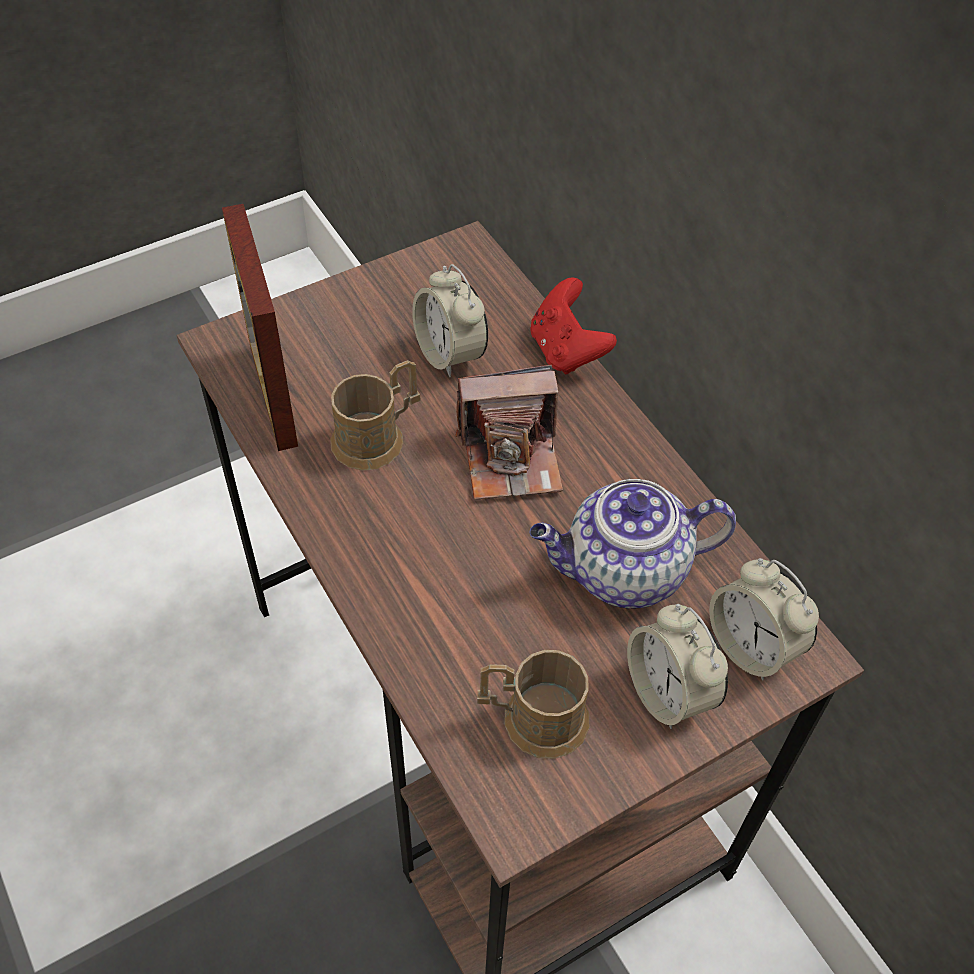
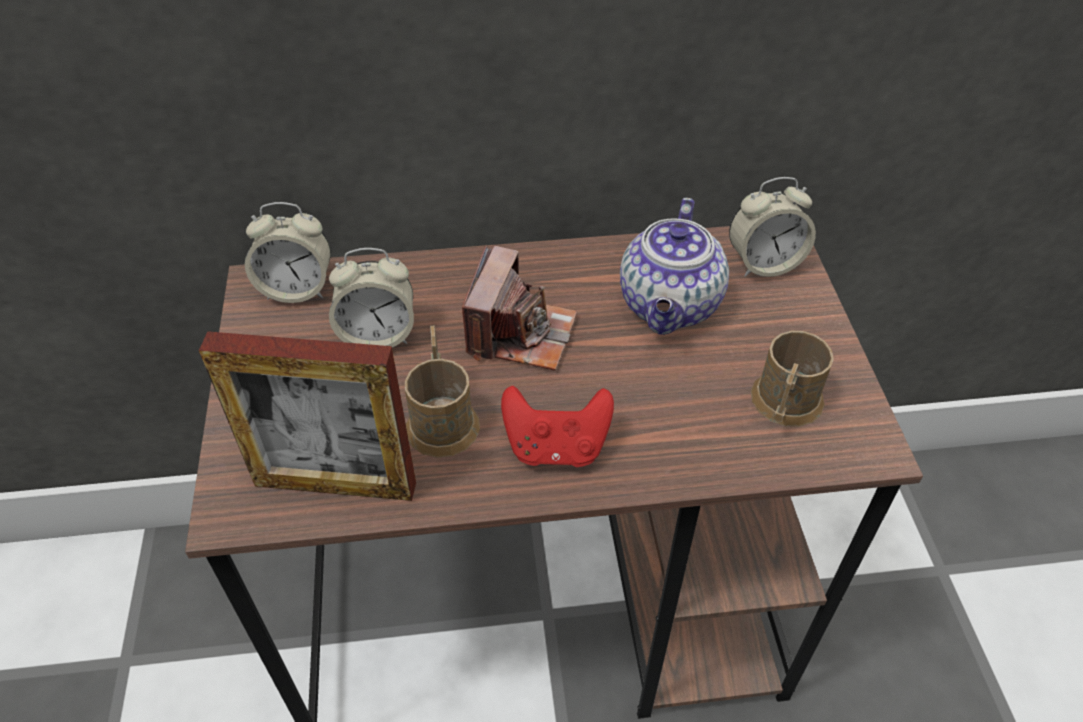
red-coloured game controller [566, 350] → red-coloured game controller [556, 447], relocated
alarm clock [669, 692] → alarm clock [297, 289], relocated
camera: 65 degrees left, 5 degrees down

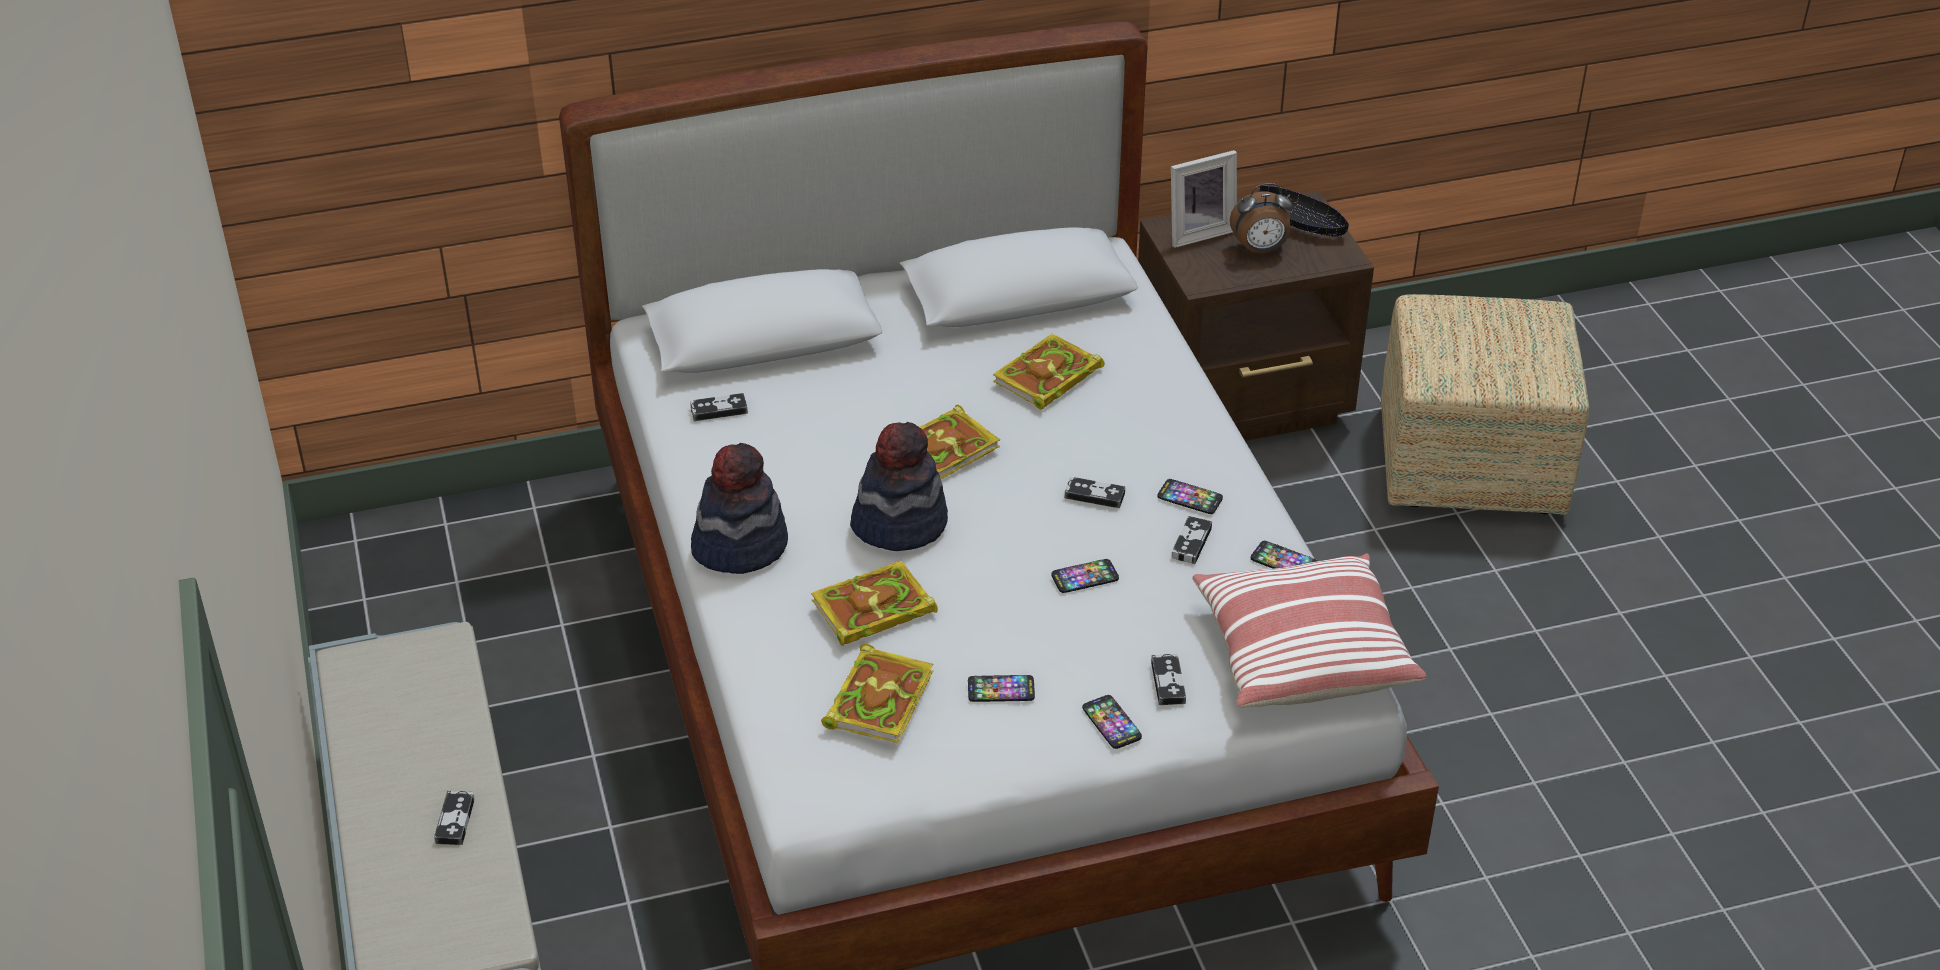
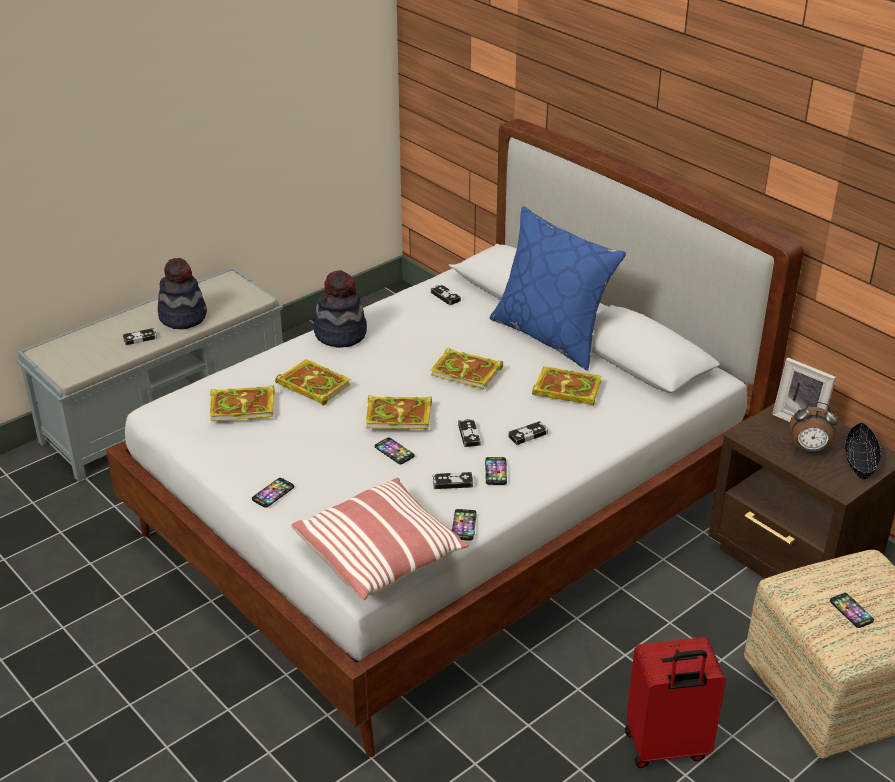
alarm clock [1260, 250] → alarm clock [809, 450], 45 degrees counterclockwise
wearable hat [899, 523] → wearable hat [183, 317], relocated
game controller [1168, 682] → game controller [528, 435], relocated
phone [1001, 690] → phone [851, 611], relocated
- → blue pillow [551, 336]
- → bound book [400, 415]
- → red-coloured piece of luggage [666, 747]
camera: 65 degrees right, 5 degrees down

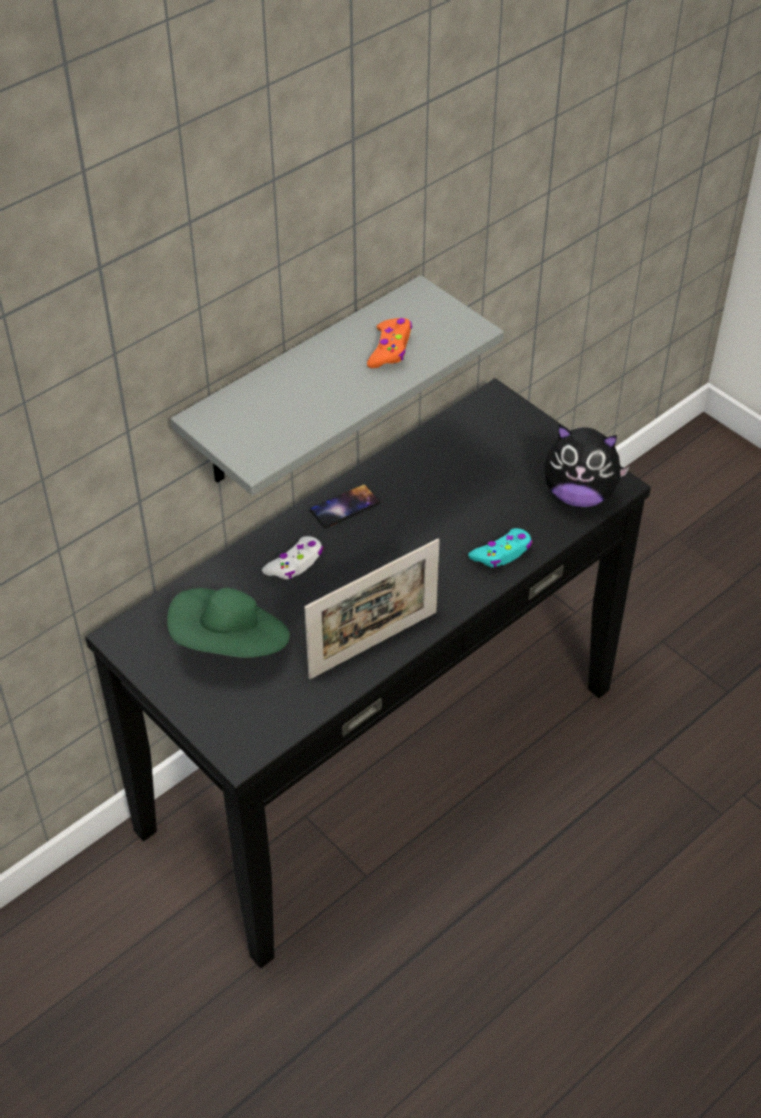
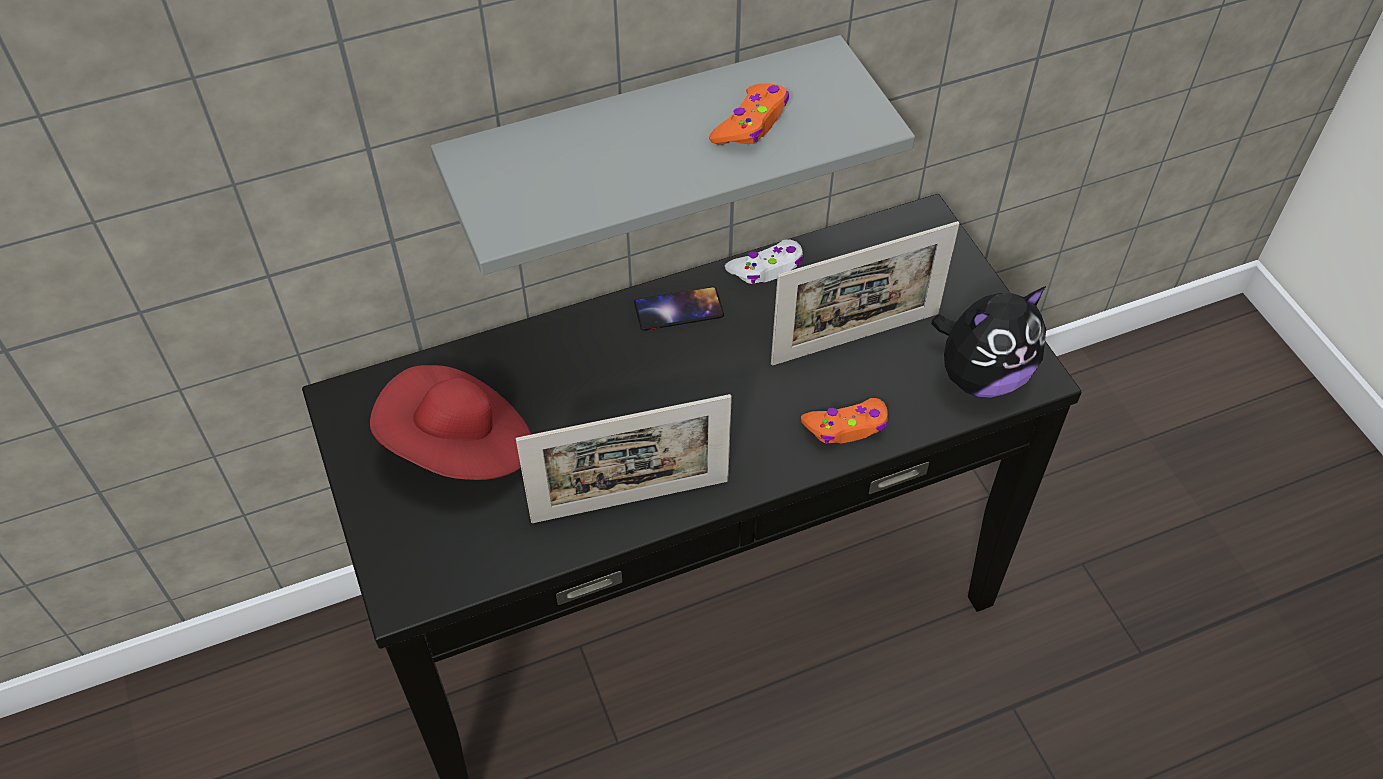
soft toy [579, 494] → soft toy [981, 376], 60 degrees counterclockwise
blue-green game controller [502, 553] → orange-coloured game controller [846, 427]
white game controller [295, 563] → white game controller [767, 268], relocated
green-coloured wearable hat [231, 645] → red-coloured wearable hat [461, 448]
- → picture frame [855, 338]
camera: 20 degrees right, 5 degrees up

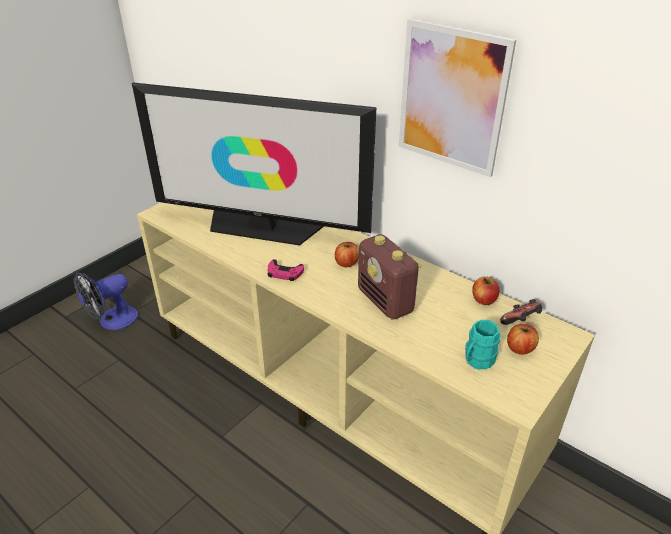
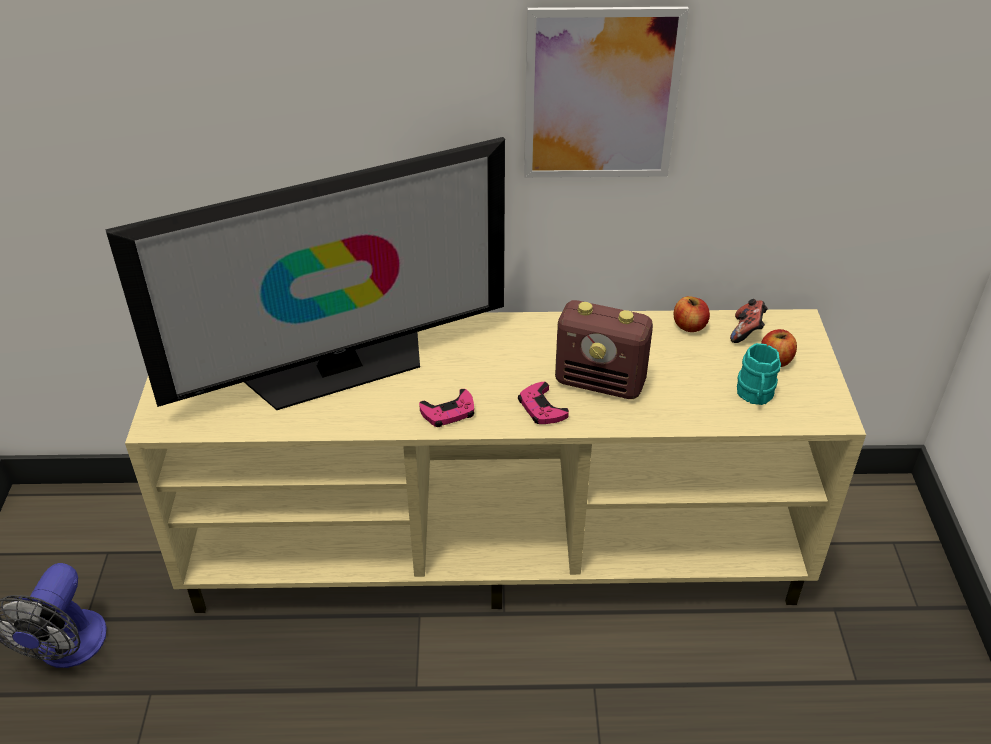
whole apple [346, 263] → -
- → pinkish game controller [541, 408]
camera: 40 degrees left, 5 degrees up

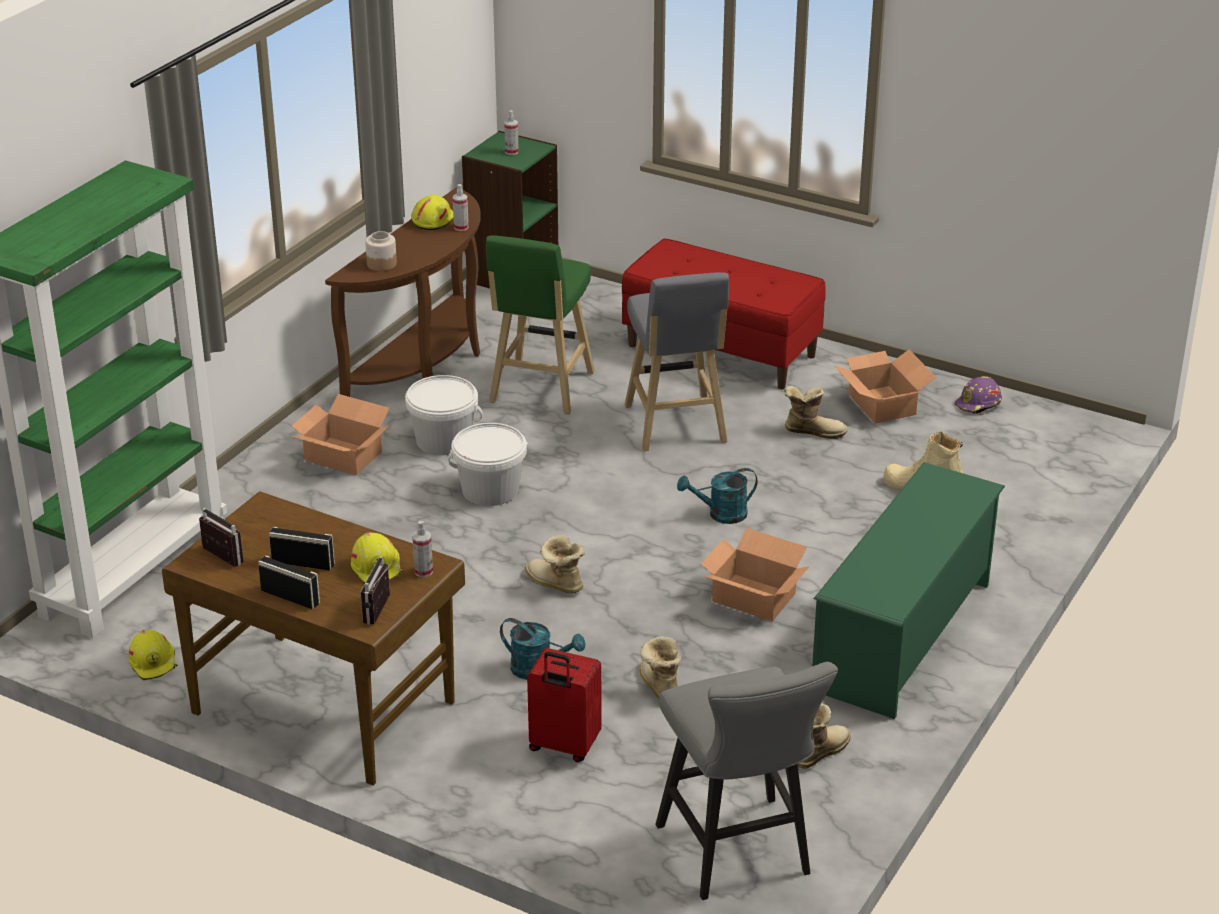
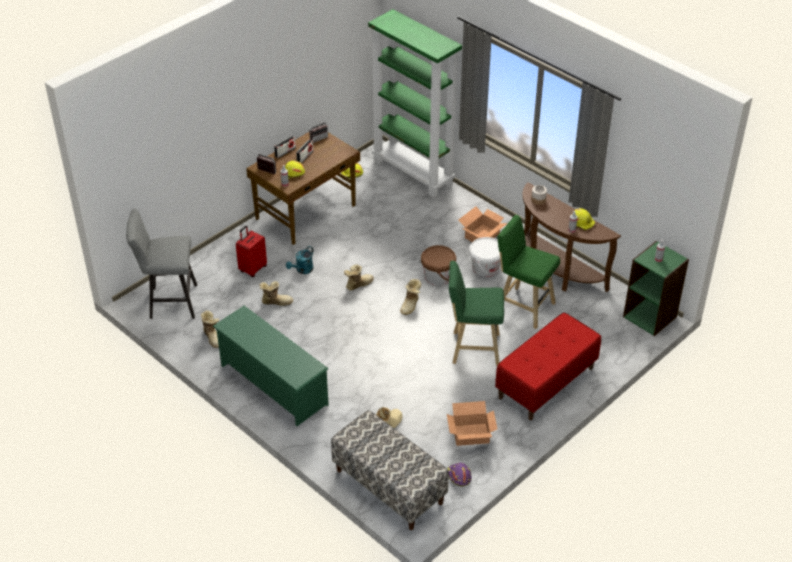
grey stool [676, 427] → green-coloured stool [473, 348]
tall boot [813, 431] → tall boot [411, 305], relocated
white water bucket [490, 490] → brown water bucket [438, 276]
blue-green watering can [720, 515] → -
carton [754, 598] → -
- → long seat [388, 487]
camera: 105 degrees right, 10 degrees up

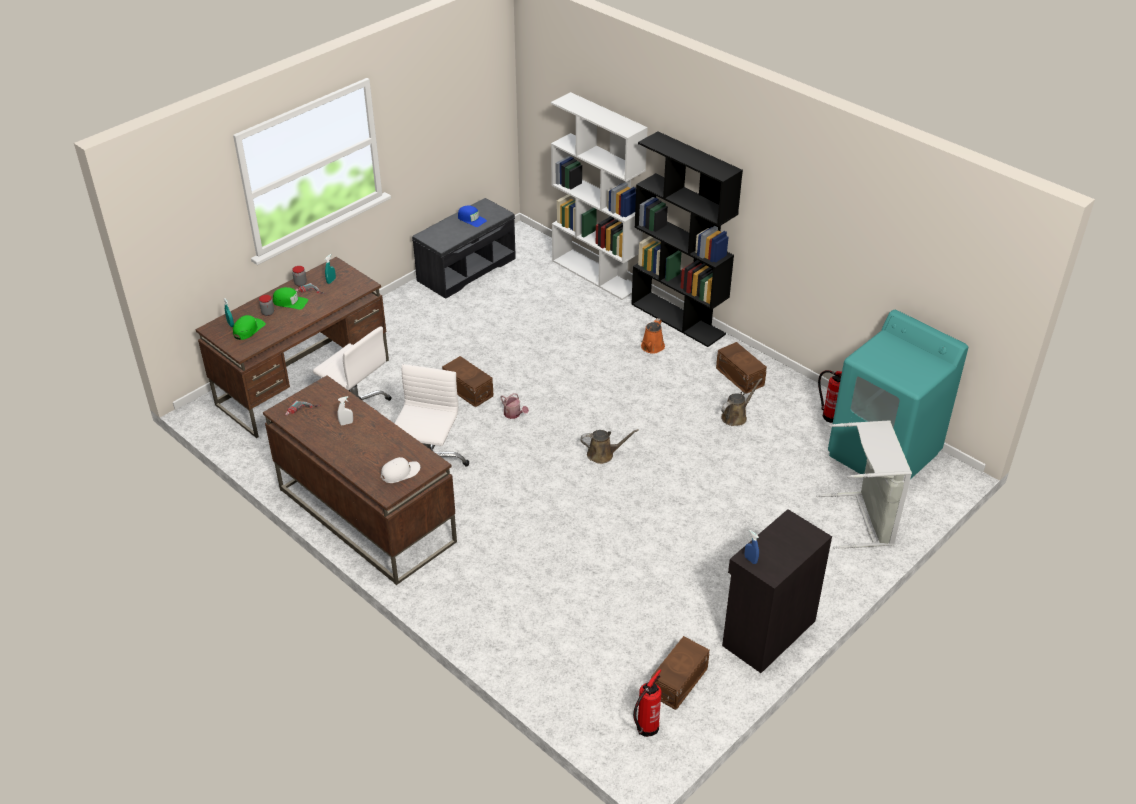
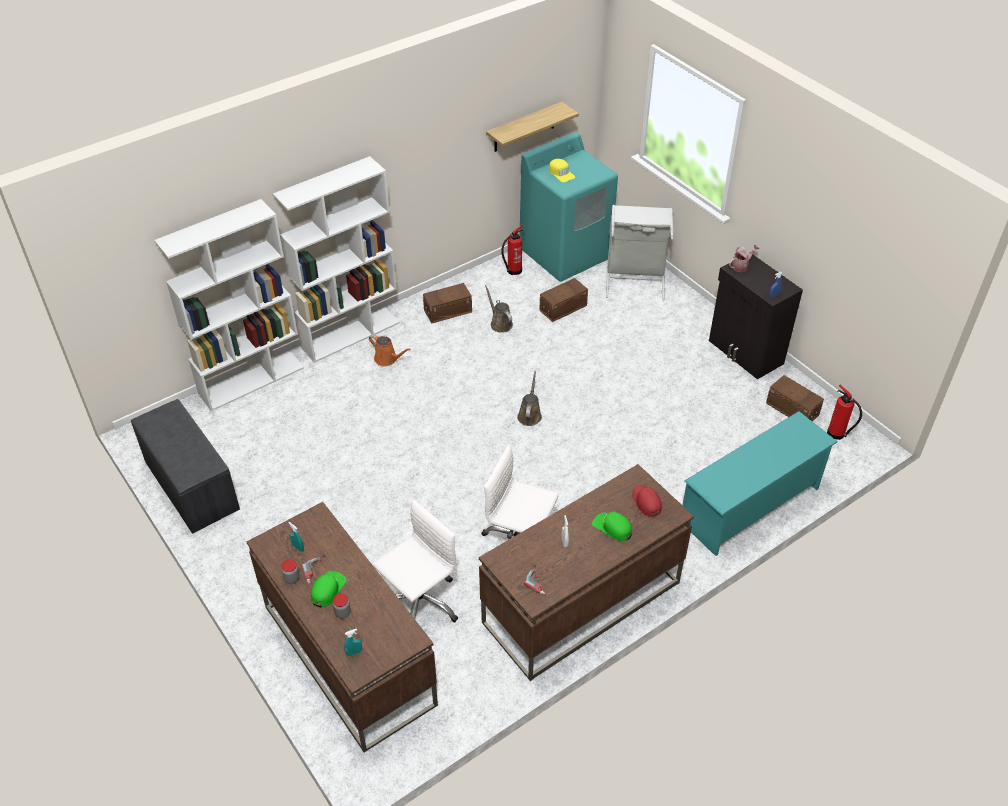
black bookshelf [678, 319] → white bookshelf [350, 334]
blue peaked cap [471, 219] → -
green-coloured peaked cap [248, 329] → green-coloured peaked cap [612, 527], relocated
brown storage container [468, 391] → brown storage container [564, 308], relocated
watering can [514, 414] → watering can [741, 265], relocated
white peaked cap [400, 473] → red-coloured peaked cap [646, 502]
- → wall shelf [524, 127]
- → yellow-coloured peaked cap [561, 173]
- → blue-green shoe rack [750, 506]
camera: 80 degrees left, 5 degrees up

